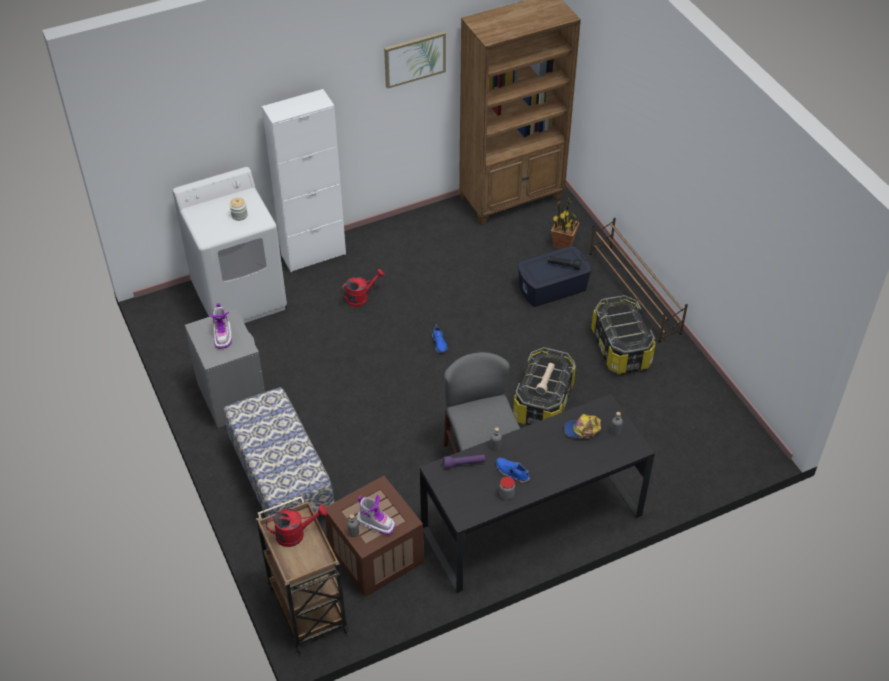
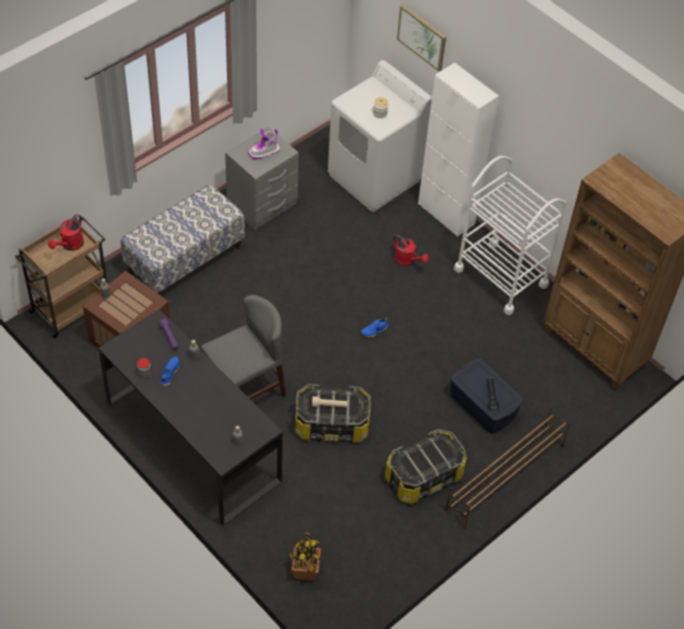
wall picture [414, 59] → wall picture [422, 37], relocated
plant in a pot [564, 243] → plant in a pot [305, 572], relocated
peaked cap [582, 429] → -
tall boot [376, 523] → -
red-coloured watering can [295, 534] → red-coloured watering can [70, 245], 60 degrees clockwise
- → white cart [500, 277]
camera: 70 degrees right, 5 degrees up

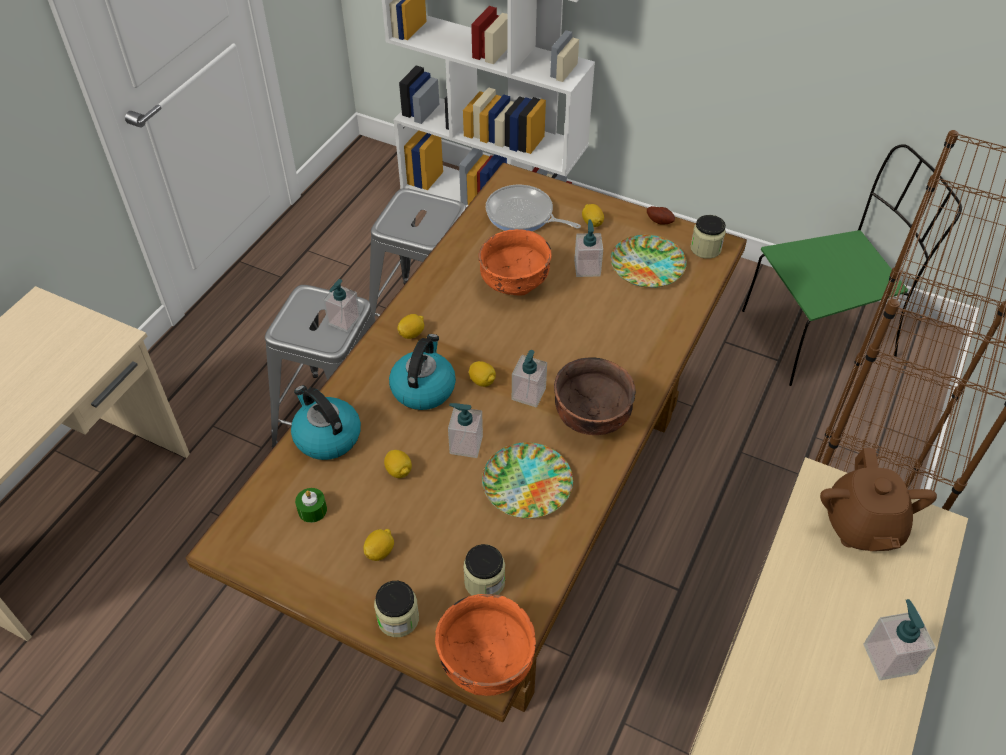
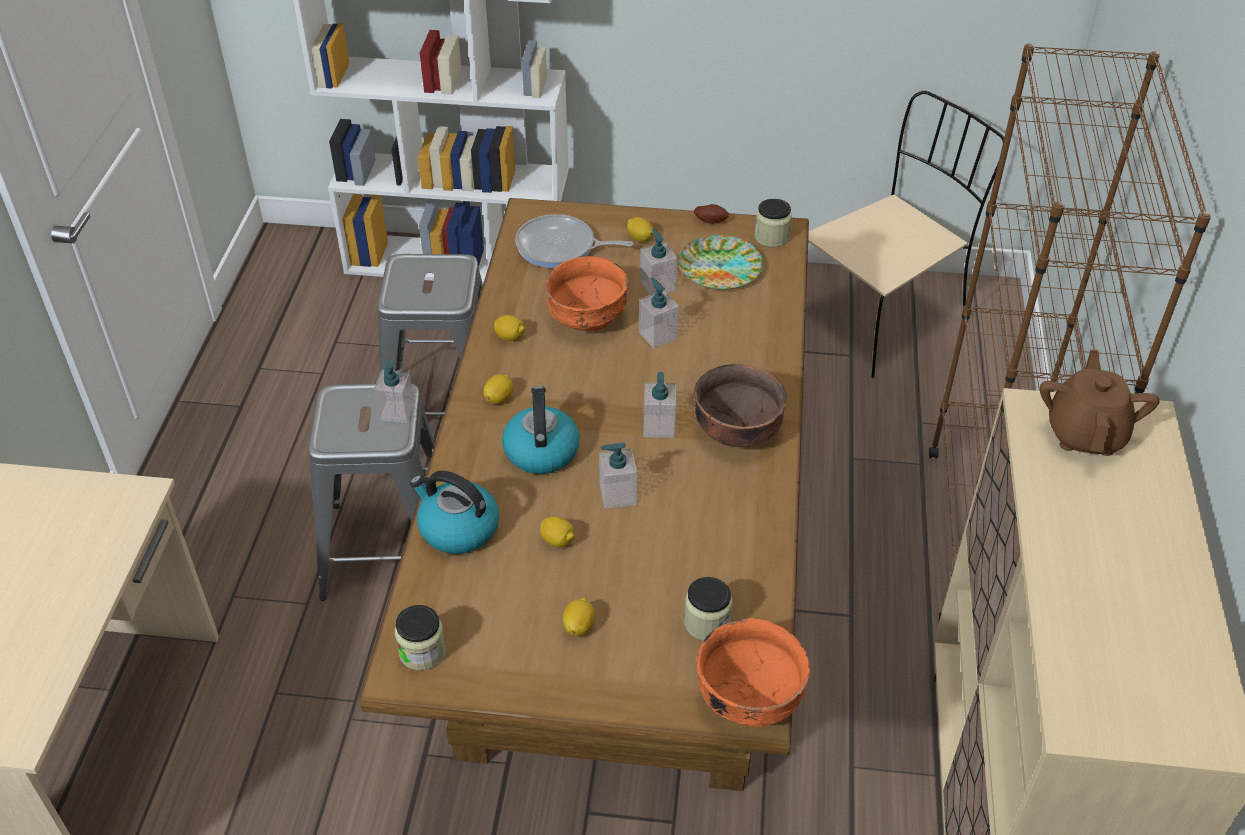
green-coloured upright chair [821, 333] → beige-coloured upright chair [881, 316]
lemon [482, 381] → lemon [510, 337], relocated
flat dish [526, 484] → -
brown pot for tea [862, 526] → brown pot for tea [1085, 434], 150 degrees counterclockwise
green-coloured wax light [312, 510] → -
preserve jar [398, 618] → preserve jar [422, 651], relocated
soap bottle [889, 658] → soap bottle [658, 335], relocated
camera: 20 degrees left, 5 degrees down

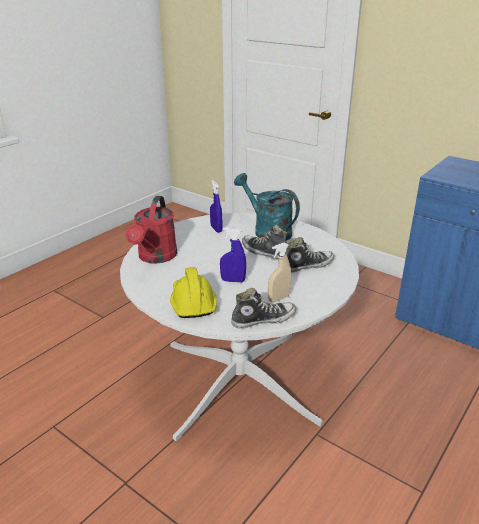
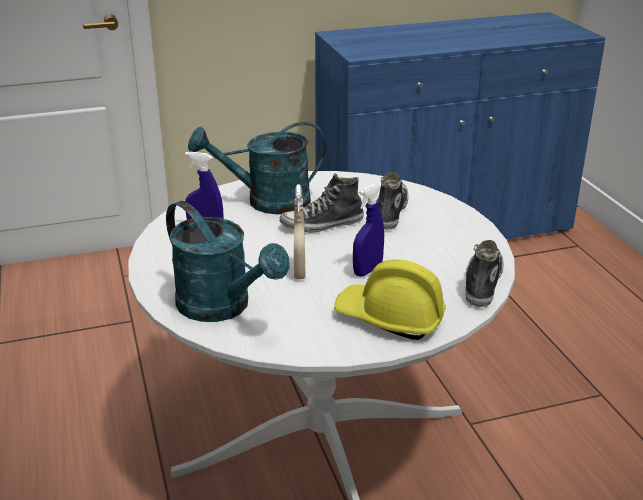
red-coloured watering can [155, 257] → blue-green watering can [223, 307]
beige-coloured sprayer [278, 298] → beige-coloured sprayer [299, 272], relocated
camera: 55 degrees left, 0 degrees up

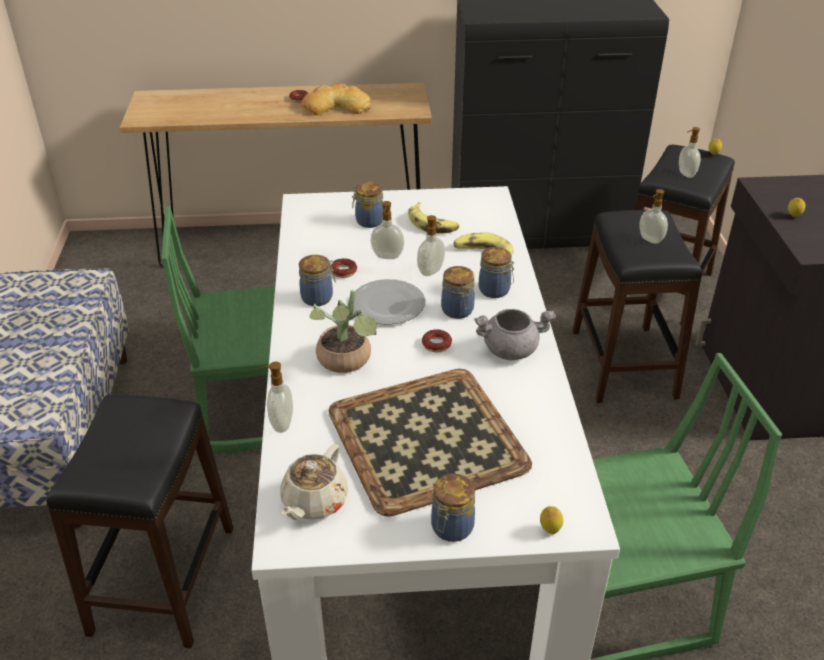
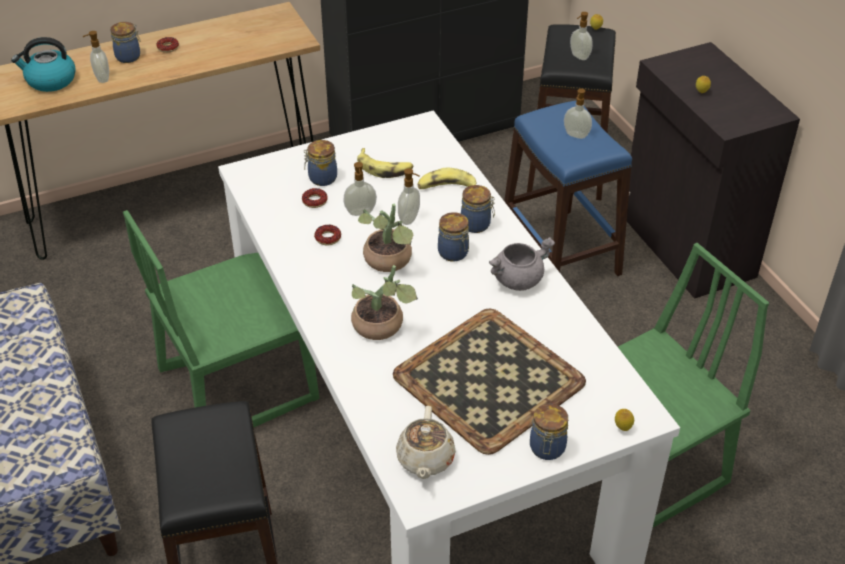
bakery bread [336, 106] → -
black stool [622, 364] → blue stool [559, 252]
preserve jar [318, 298] → preserve jar [129, 56], relocated
flat dish [388, 305] → plant in a pot [389, 262]
donut [436, 344] → donut [314, 201], relocated
soap bottle [281, 423] → soap bottle [102, 78], relocated
- → tea kettle [50, 81]
camera: 20 degrees left, 5 degrees up

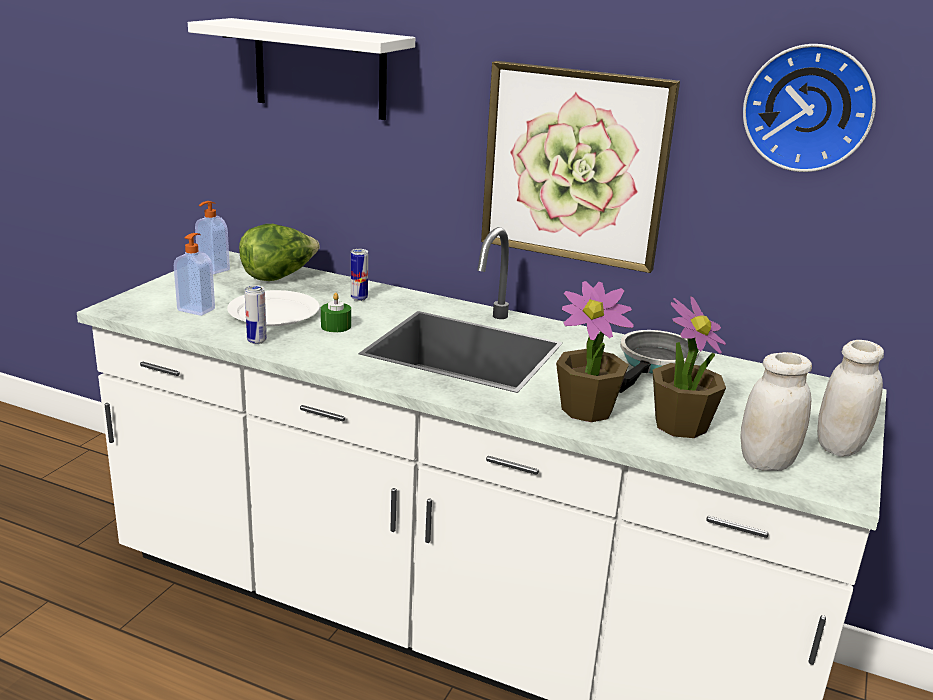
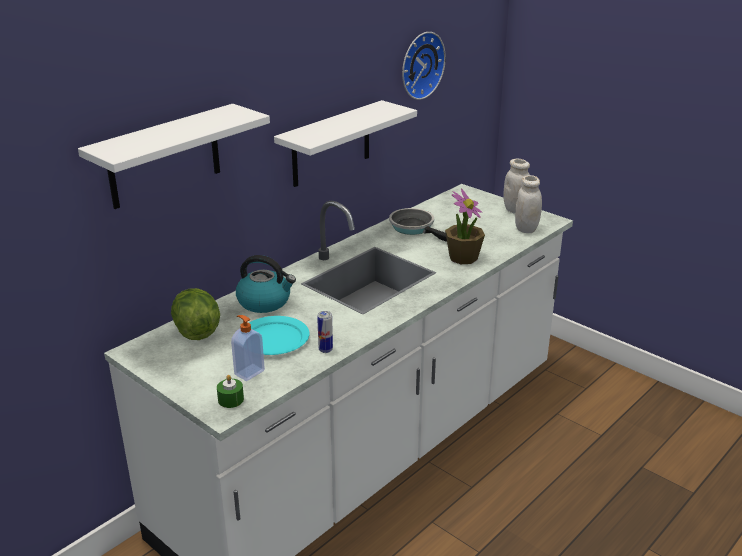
wall picture [575, 166] → white wall shelf [331, 144]
soap bottle [213, 269] → -
sealed can [359, 298] → tea kettle [265, 302]
white flat dish [274, 312] → blue-green flat dish [273, 338]
green-coloured wax light [336, 326] → green-coloured wax light [231, 399], relocated
plant in a pot [680, 425] → -
camera: 70 degrees left, 5 degrees up

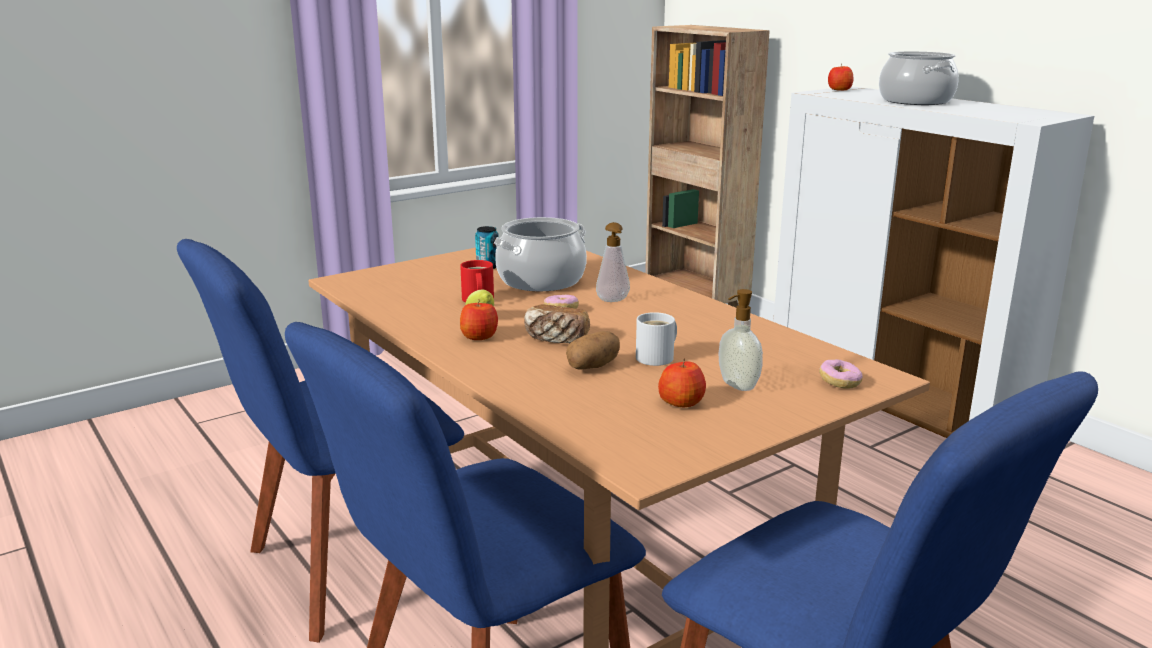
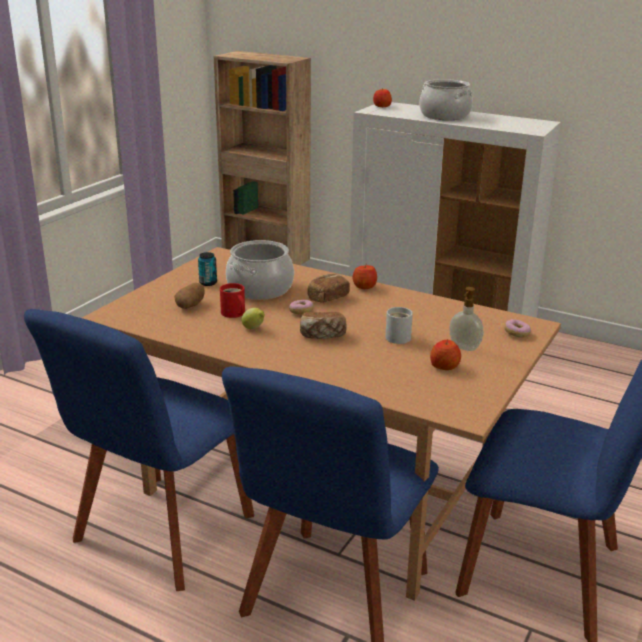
soap bottle [613, 301] → bakery bread [327, 298]
whole apple [479, 337] → whole apple [364, 287], relocated
whole potato [593, 366] → whole potato [191, 305], relocated
camera: 25 degrees left, 5 degrees up

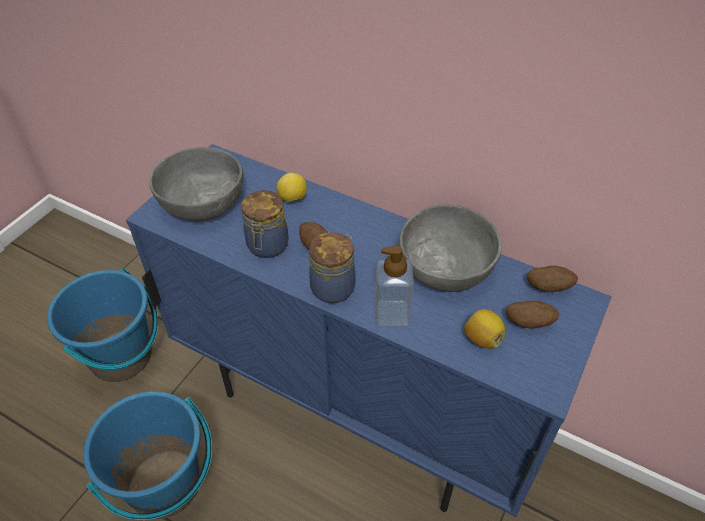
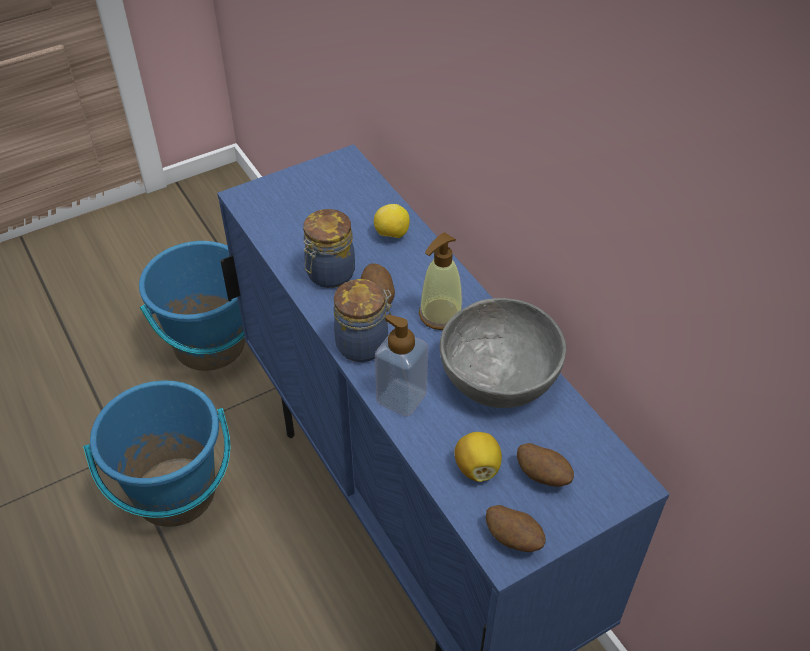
grey serving bowl [202, 201] → -
whole potato [548, 287] → whole potato [513, 539], relocated
- → soap bottle [440, 315]
camera: 30 degrees right, 0 degrees up

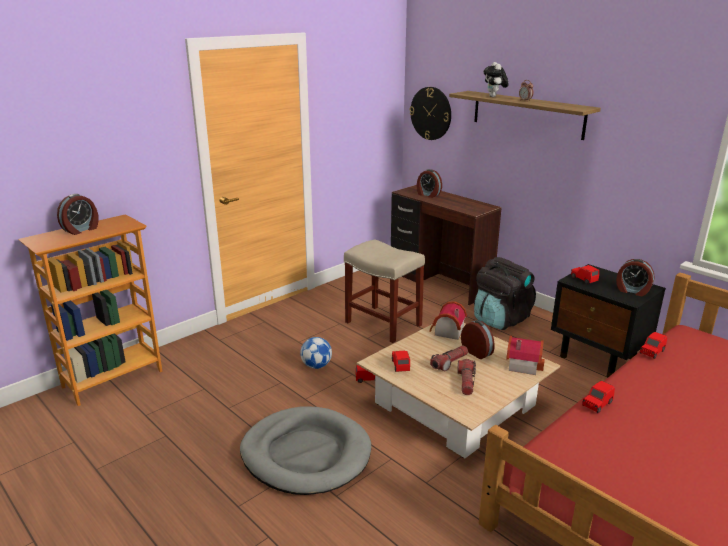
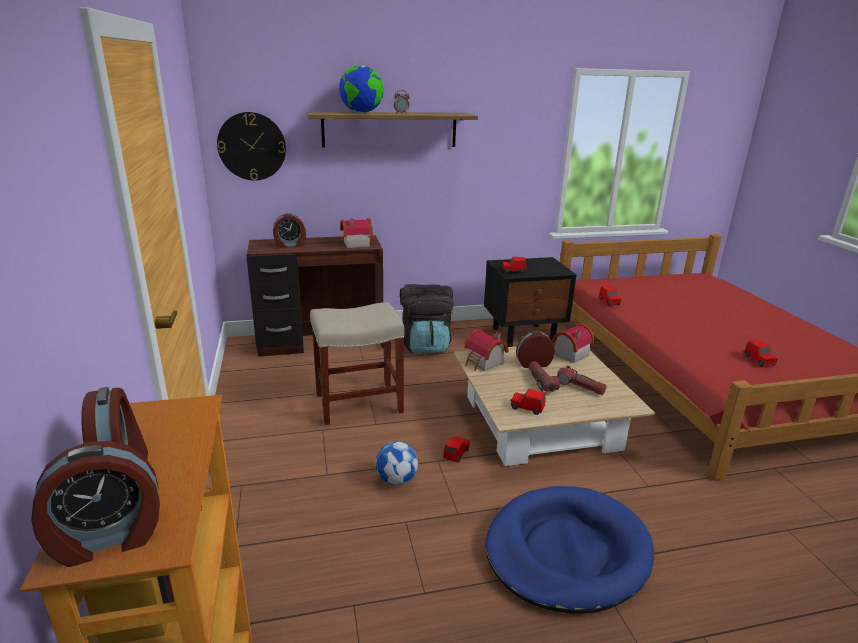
soft toy [494, 97] → globe [362, 113]
alarm clock [632, 291] → alarm clock [107, 539], relocated
red-coloured toy car [596, 404] → red-coloured toy car [759, 361], relocated
grey dog bed [306, 454] → blue dog bed [566, 551]
- → miniature house [355, 243]
camera: 60 degrees left, 0 degrees up

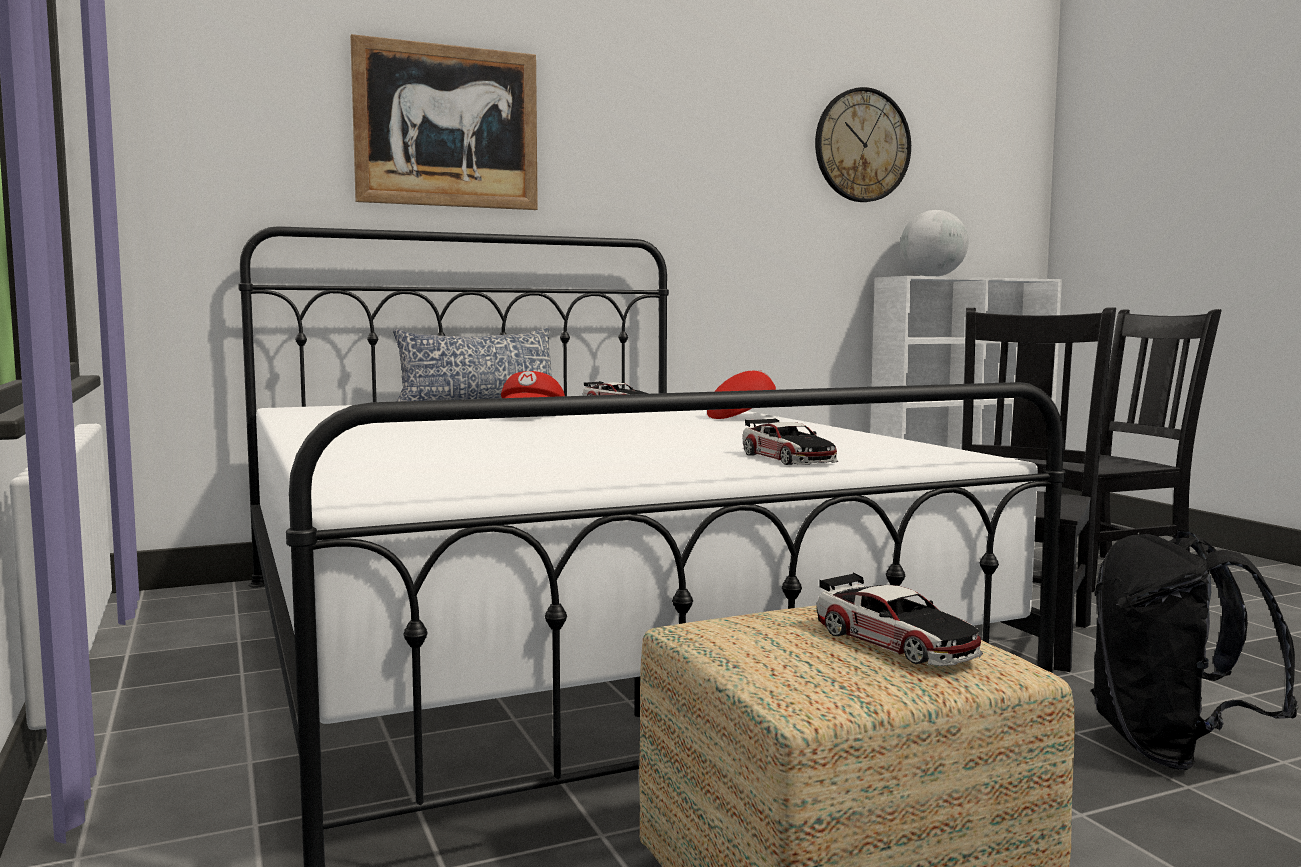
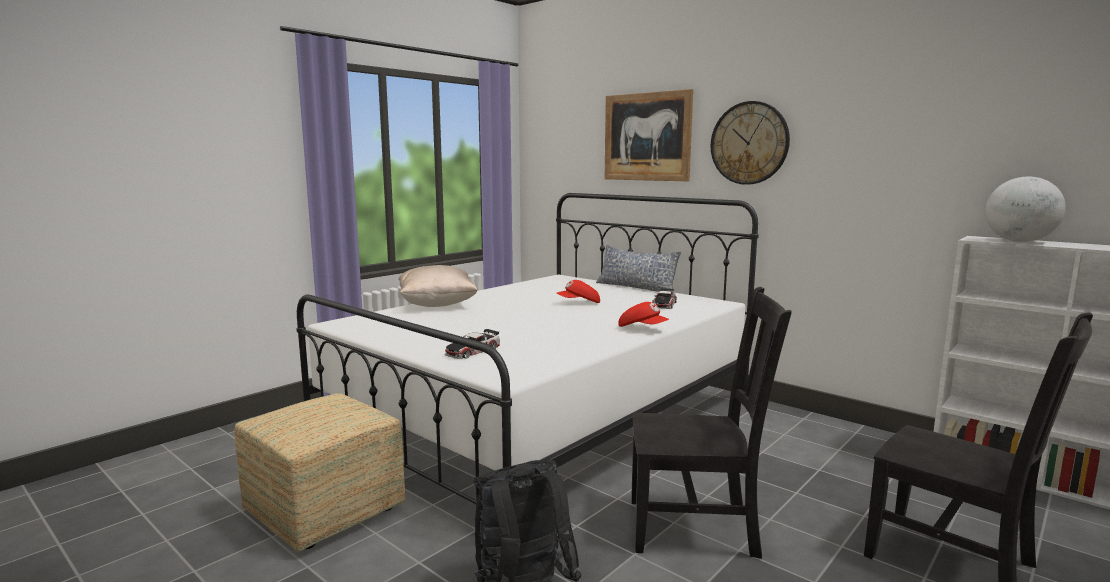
hanging clock [862, 145] → hanging clock [749, 143], relocated
toy car [896, 641] → -
- → beige-coloured pillow [437, 305]
camera: 65 degrees right, 5 degrees up

